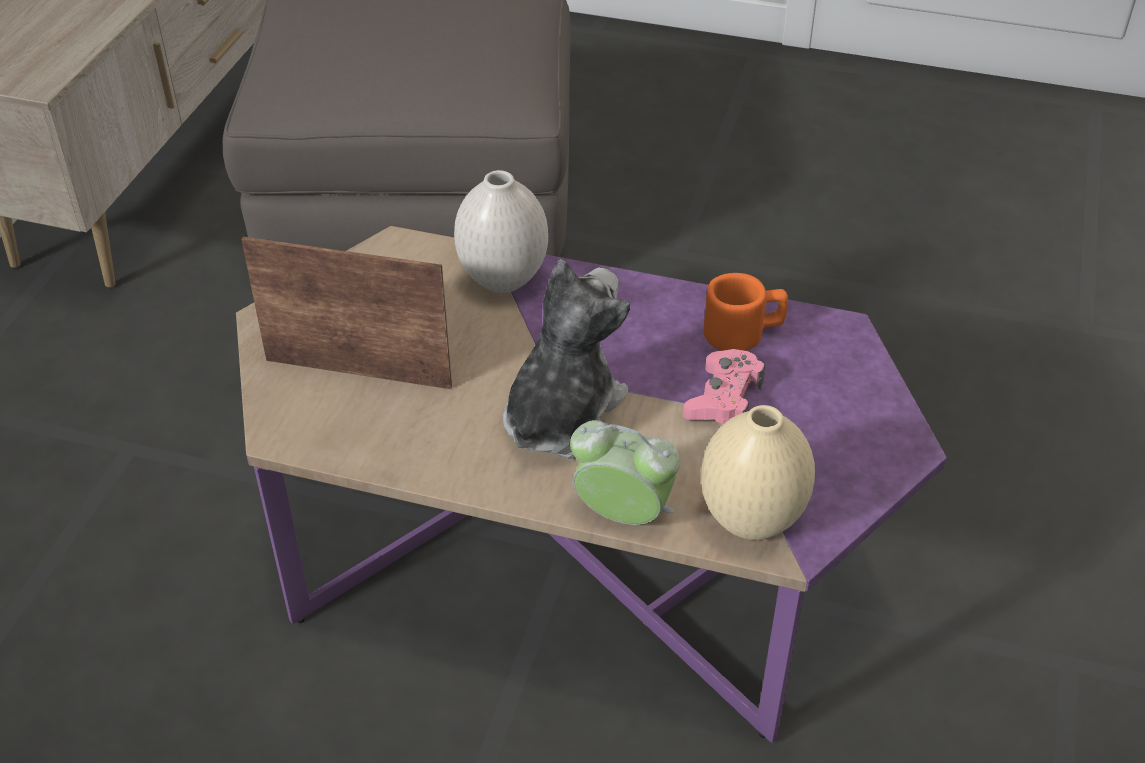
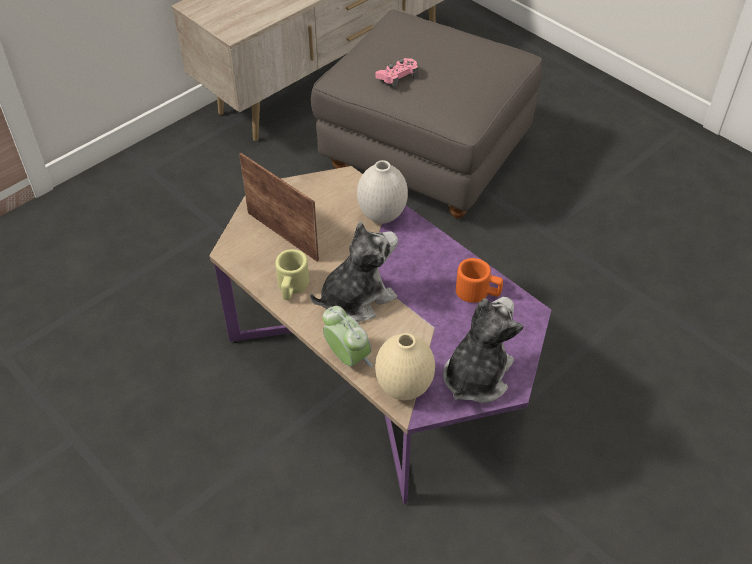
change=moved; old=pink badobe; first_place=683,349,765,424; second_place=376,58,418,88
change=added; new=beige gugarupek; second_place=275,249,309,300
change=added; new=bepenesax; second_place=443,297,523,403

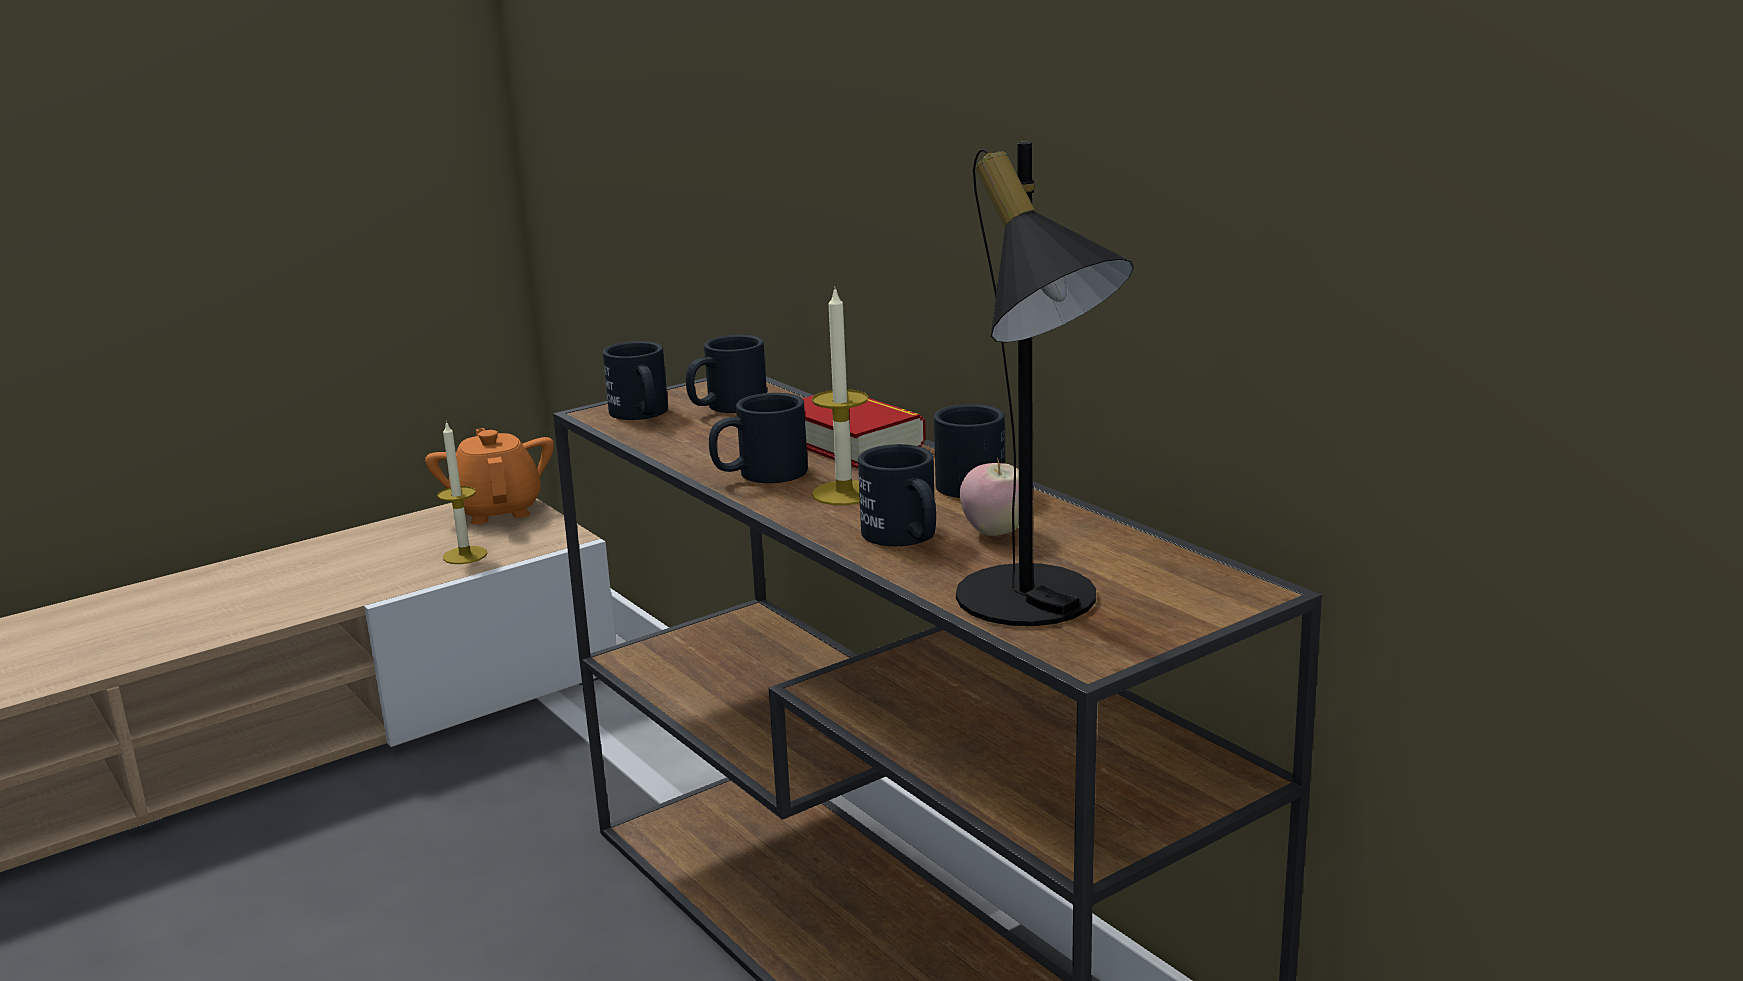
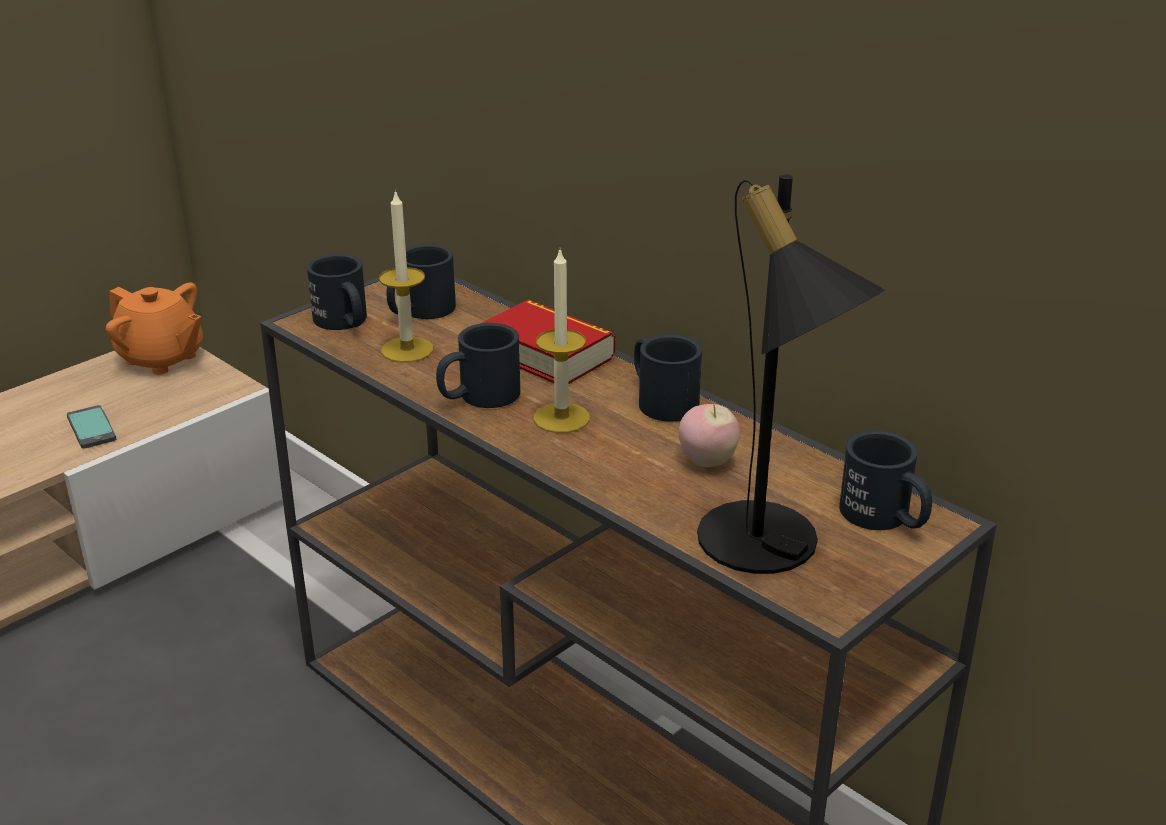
change=moved; old=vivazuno; first_place=437,421,487,564; second_place=379,189,433,363
change=turned; old=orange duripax; first_place=425,428,554,525; second_place=106,282,203,375; degrees=150
change=moved; old=black gugarupek; first_place=858,444,936,546; second_place=839,431,932,530
change=added; new=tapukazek; second_place=67,405,116,449

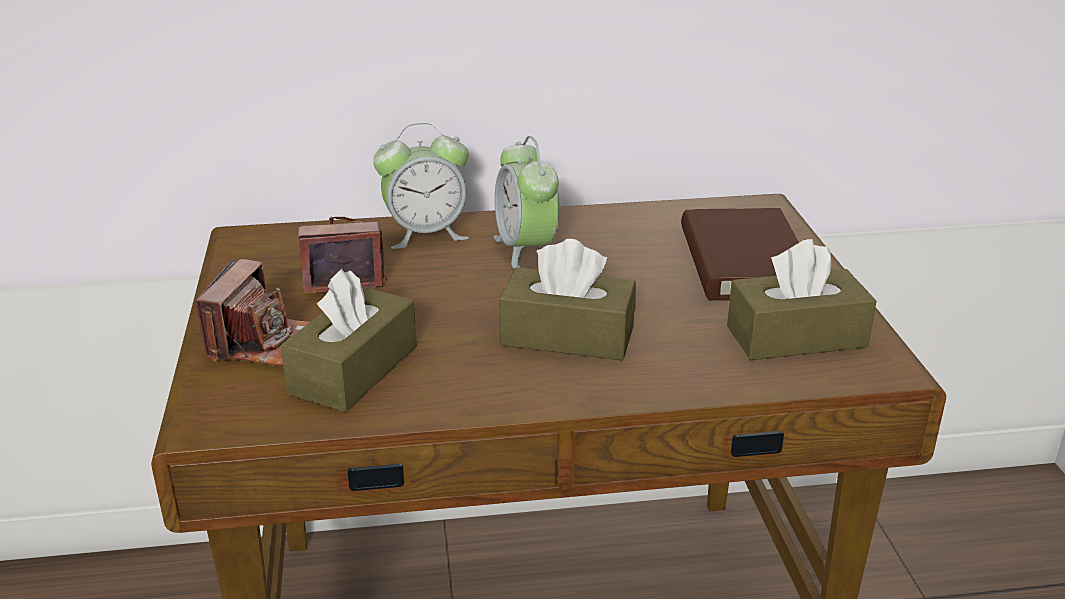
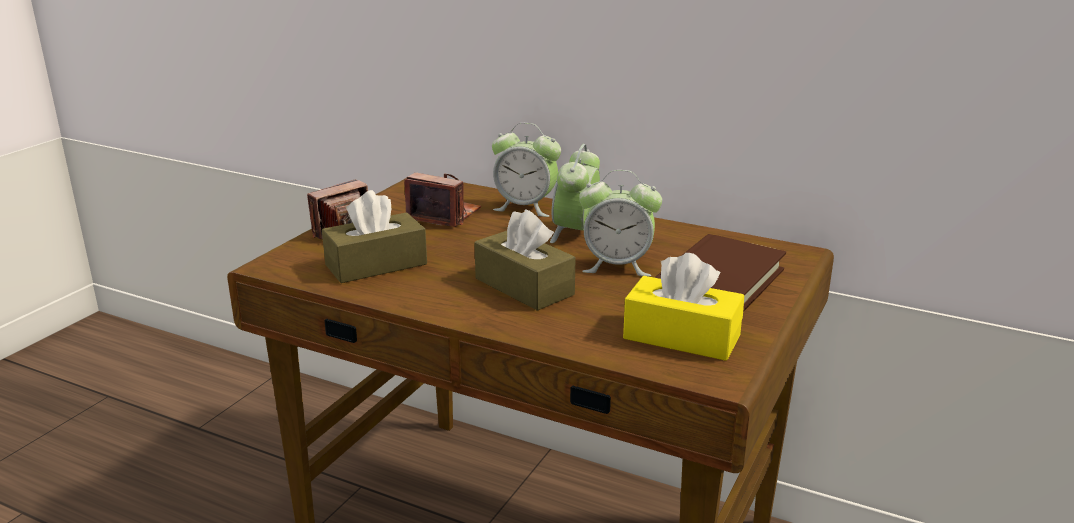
change=recoloured; old=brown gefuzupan; new=yellow gefuzupan; first_place=727,239,876,360; second_place=623,253,744,361
change=added; new=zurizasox; second_place=579,170,662,276

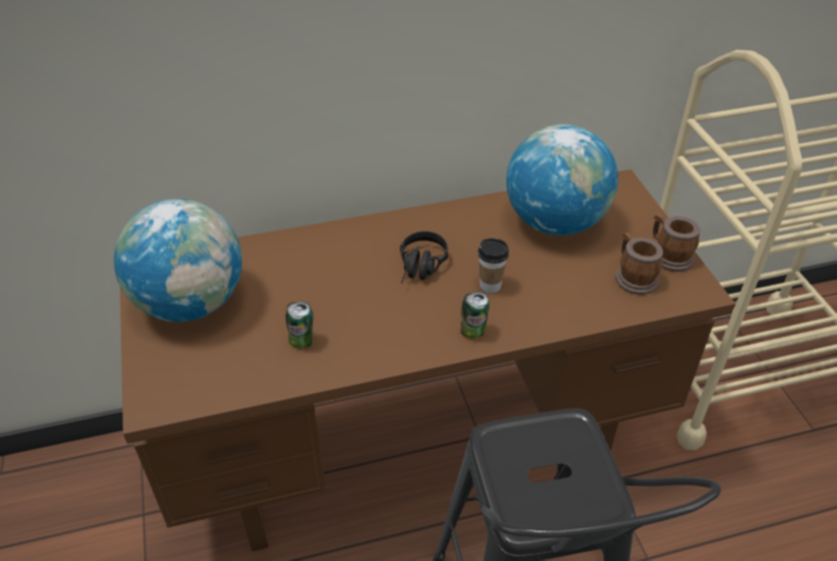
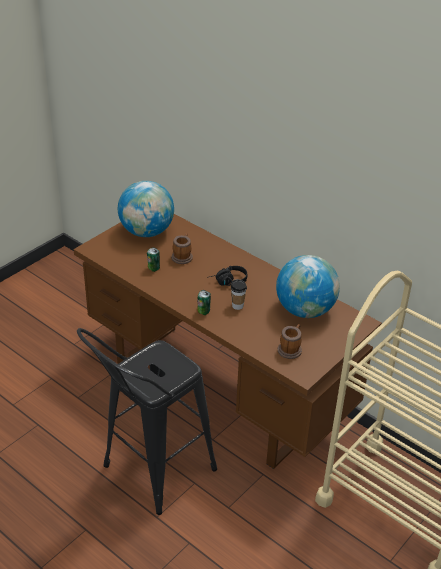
change=moved; old=gugarupek; first_place=653,214,700,272; second_place=171,233,193,264

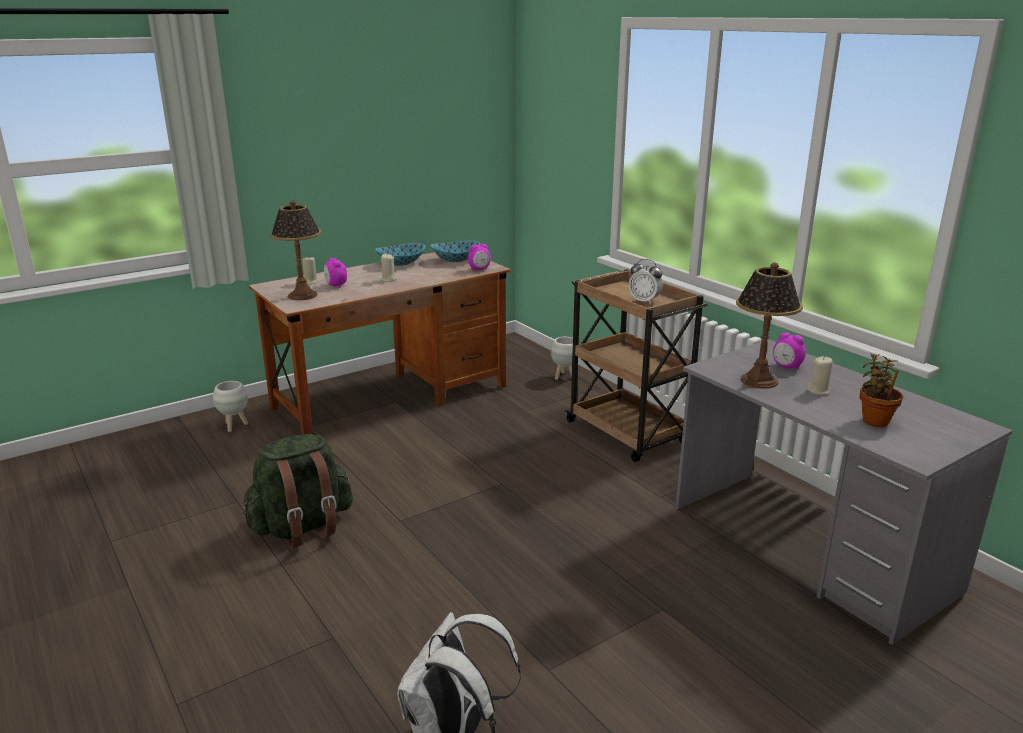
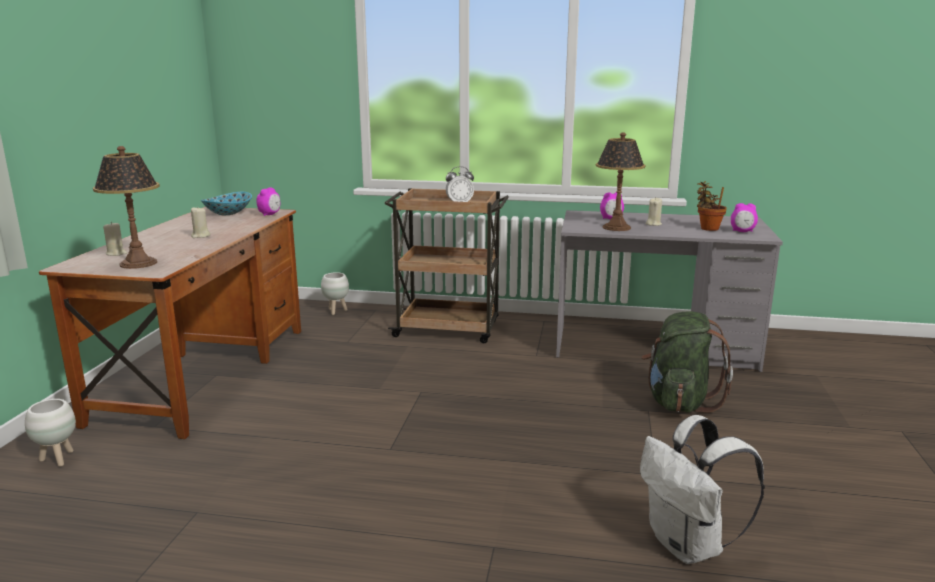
change=removed; old=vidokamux; first_place=375,243,426,266
change=moved; old=zurizasox; first_place=324,258,347,288; second_place=731,203,758,232
change=moved; old=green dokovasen; first_place=241,434,353,549; second_place=641,311,733,413

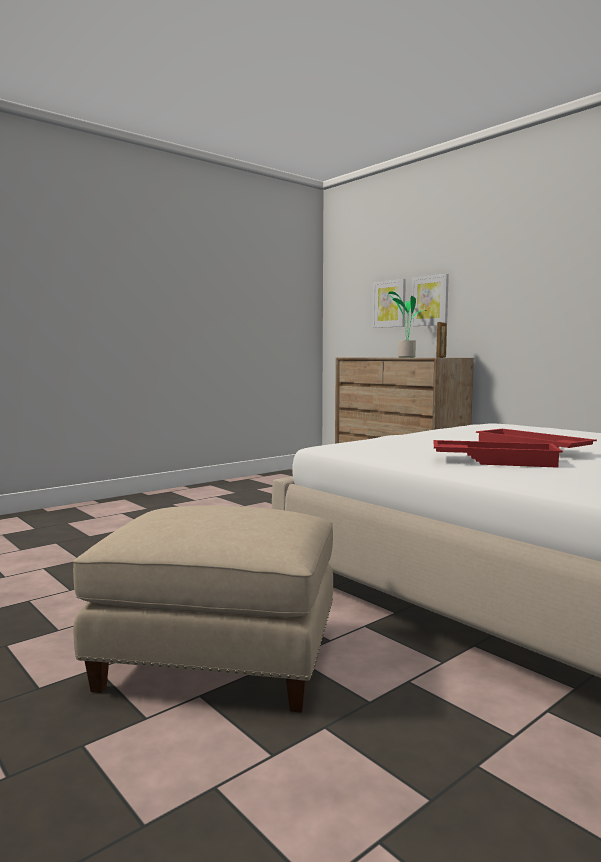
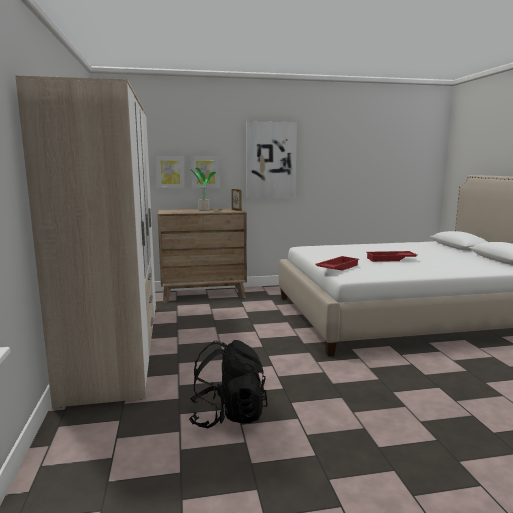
change=moved; old=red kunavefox; first_place=434,440,563,468; second_place=315,256,359,271
change=removed; old=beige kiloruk; first_place=73,505,333,713
change=added; new=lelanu; second_place=15,75,156,408
change=added; new=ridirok; second_place=246,121,297,198
change=added; new=black dokovasen; second_place=189,340,268,428

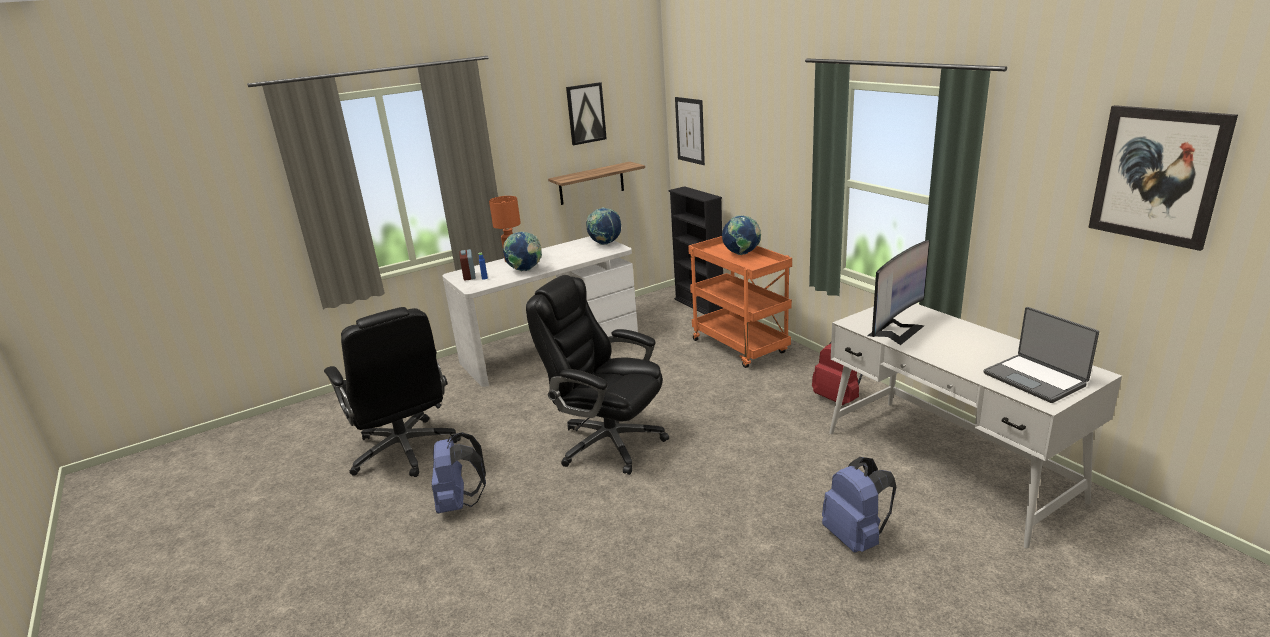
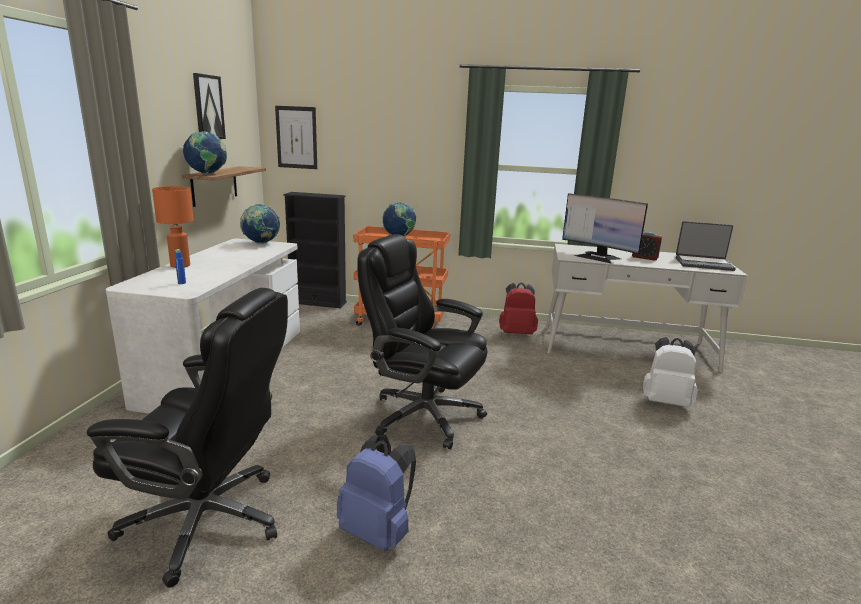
change=removed; old=ridirok; first_place=1088,105,1238,251
change=moved; old=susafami; first_place=503,231,542,271; second_place=183,131,227,174
change=turned; old=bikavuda; first_place=867,240,930,345; second_place=562,193,648,264; degrees=135
change=moved; old=zurizasox; first_place=459,249,476,281; second_place=632,232,662,260
change=turned; old=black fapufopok; first_place=526,275,669,475; second_place=357,234,487,449; degrees=45
change=recoloured; old=blue dokovasen; new=white dokovasen; first_place=822,457,896,553; second_place=643,337,698,407

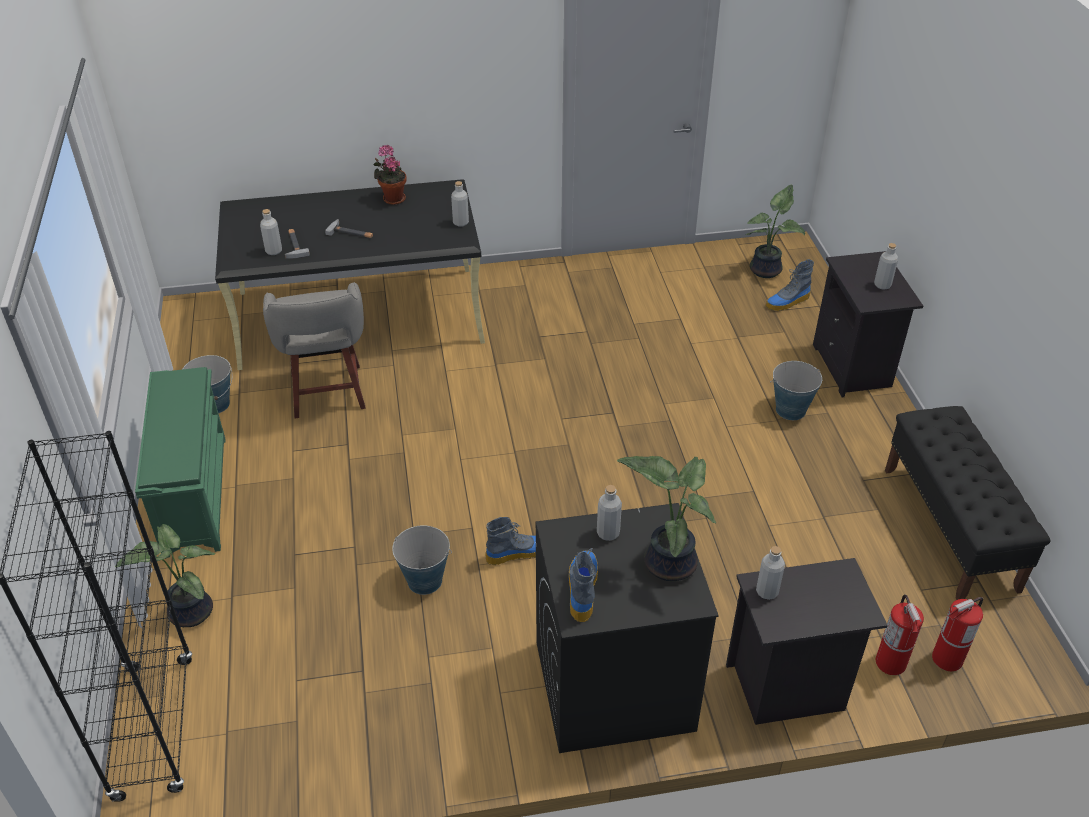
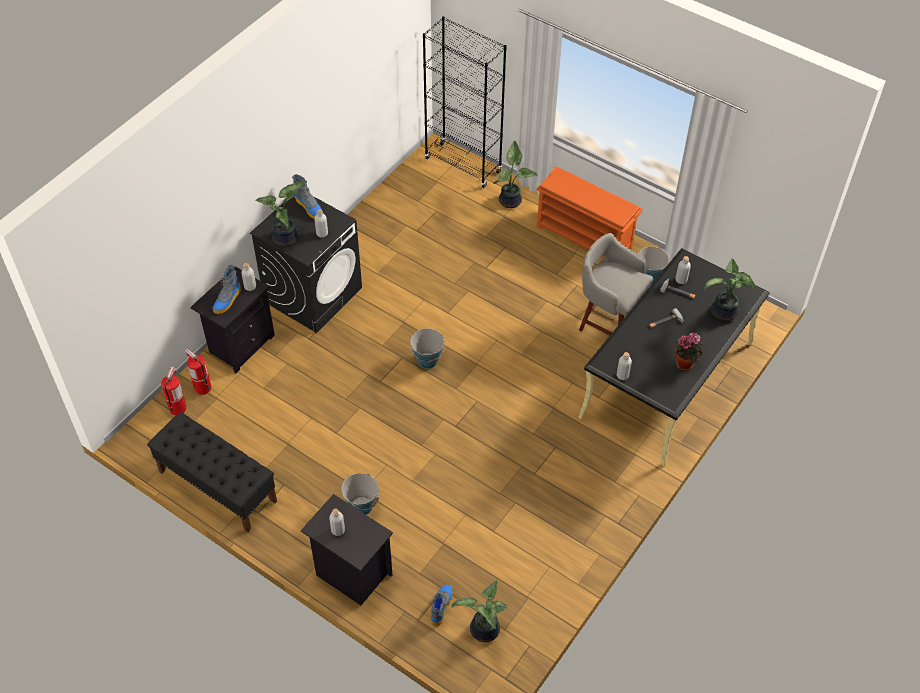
change=recoloured; old=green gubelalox; new=orange gubelalox; first_place=135,367,225,558; second_place=536,166,642,258
change=moved; old=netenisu; first_place=485,517,536,565; second_place=213,265,241,314
change=moved; old=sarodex; first_place=392,525,452,595; second_place=410,328,445,369
change=added; new=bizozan; second_place=704,258,757,321

